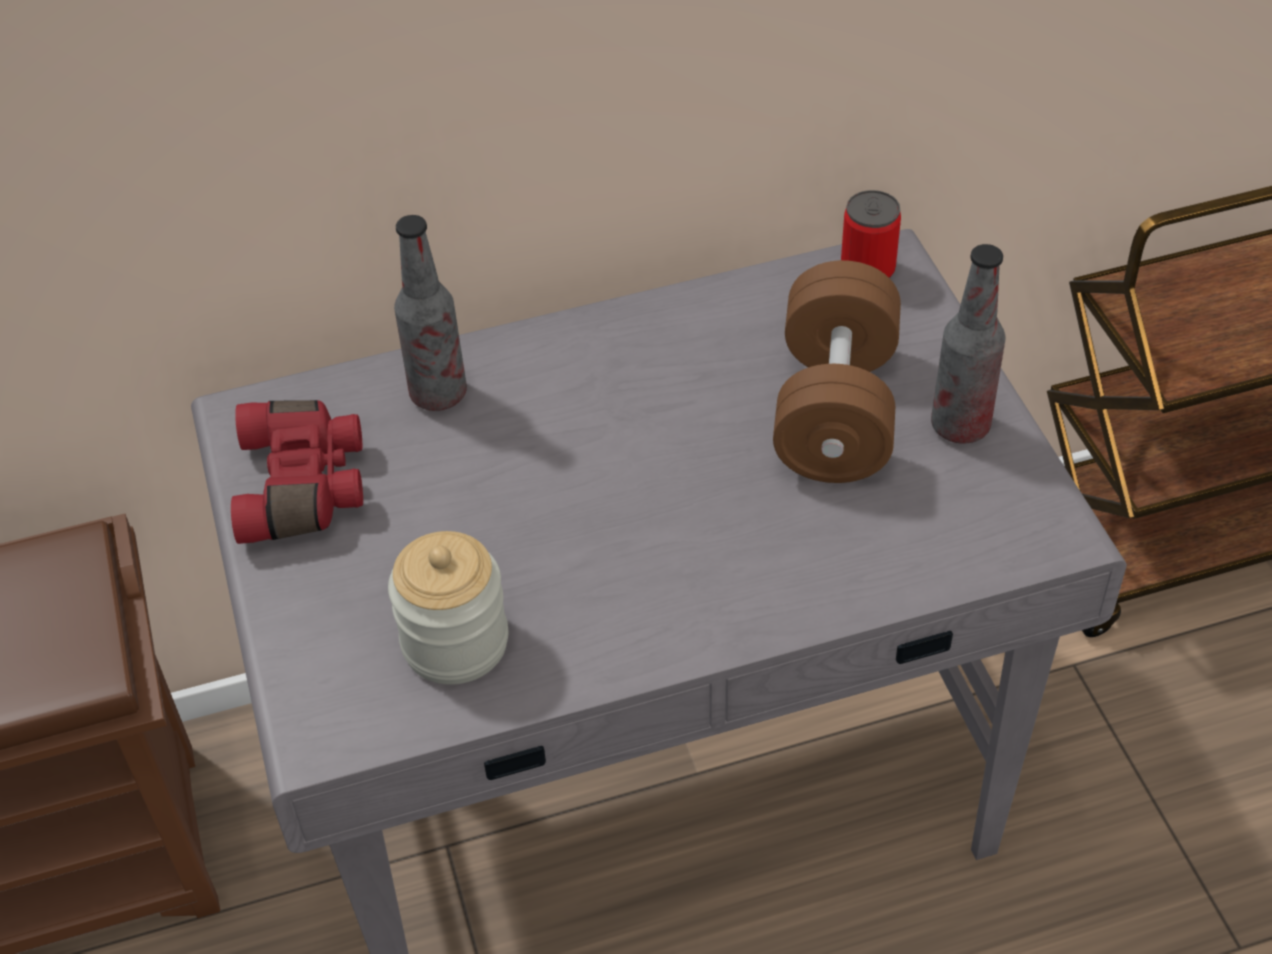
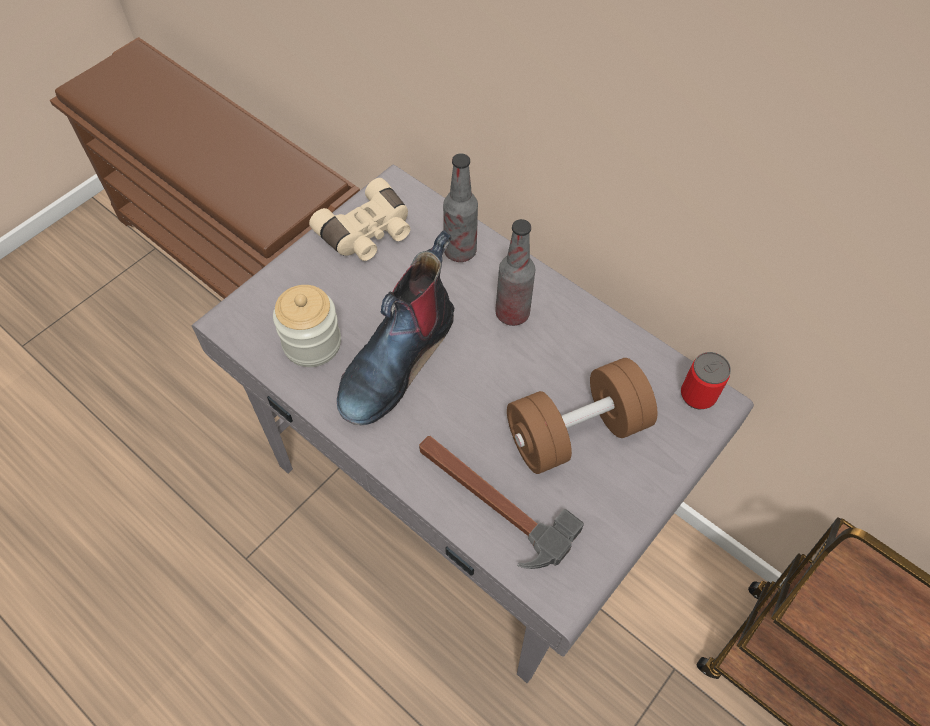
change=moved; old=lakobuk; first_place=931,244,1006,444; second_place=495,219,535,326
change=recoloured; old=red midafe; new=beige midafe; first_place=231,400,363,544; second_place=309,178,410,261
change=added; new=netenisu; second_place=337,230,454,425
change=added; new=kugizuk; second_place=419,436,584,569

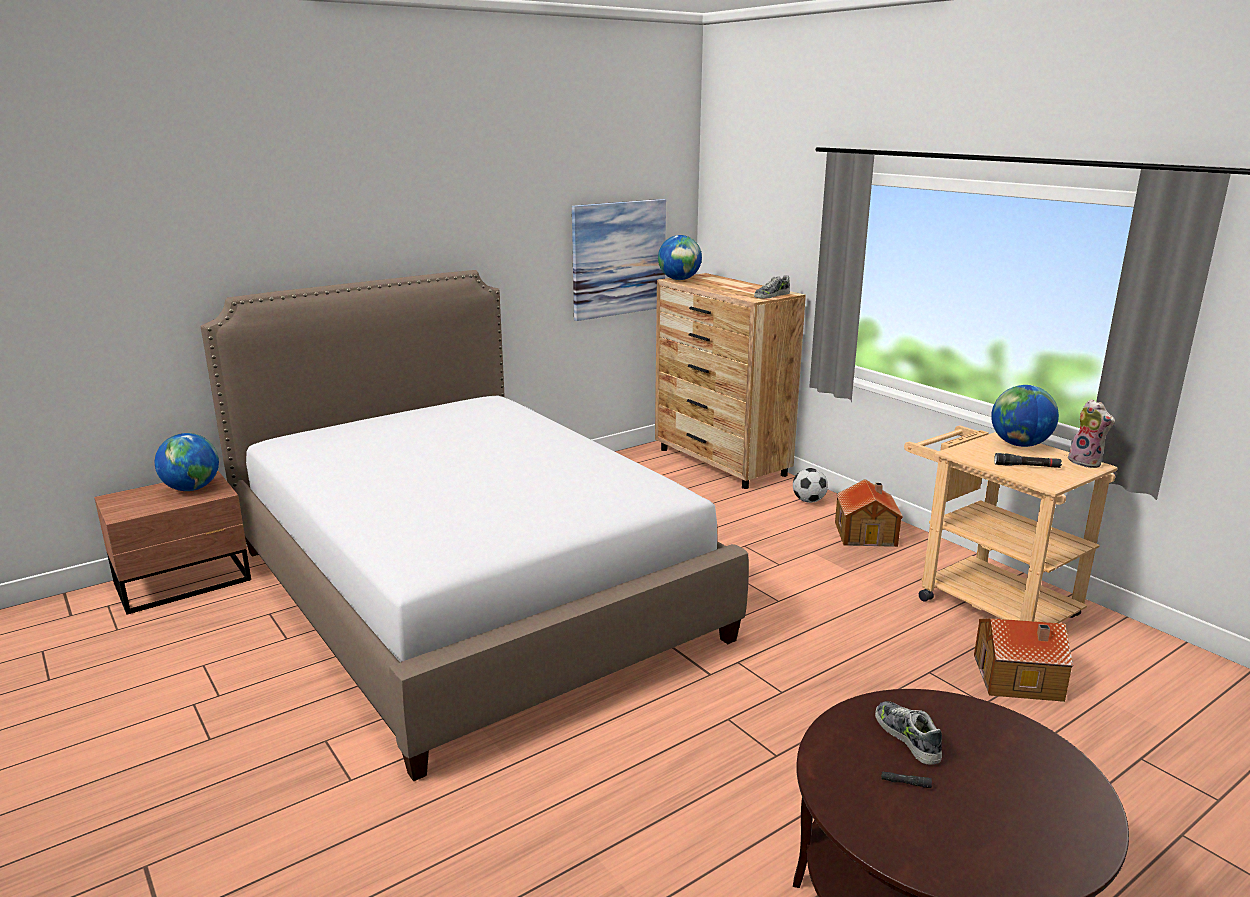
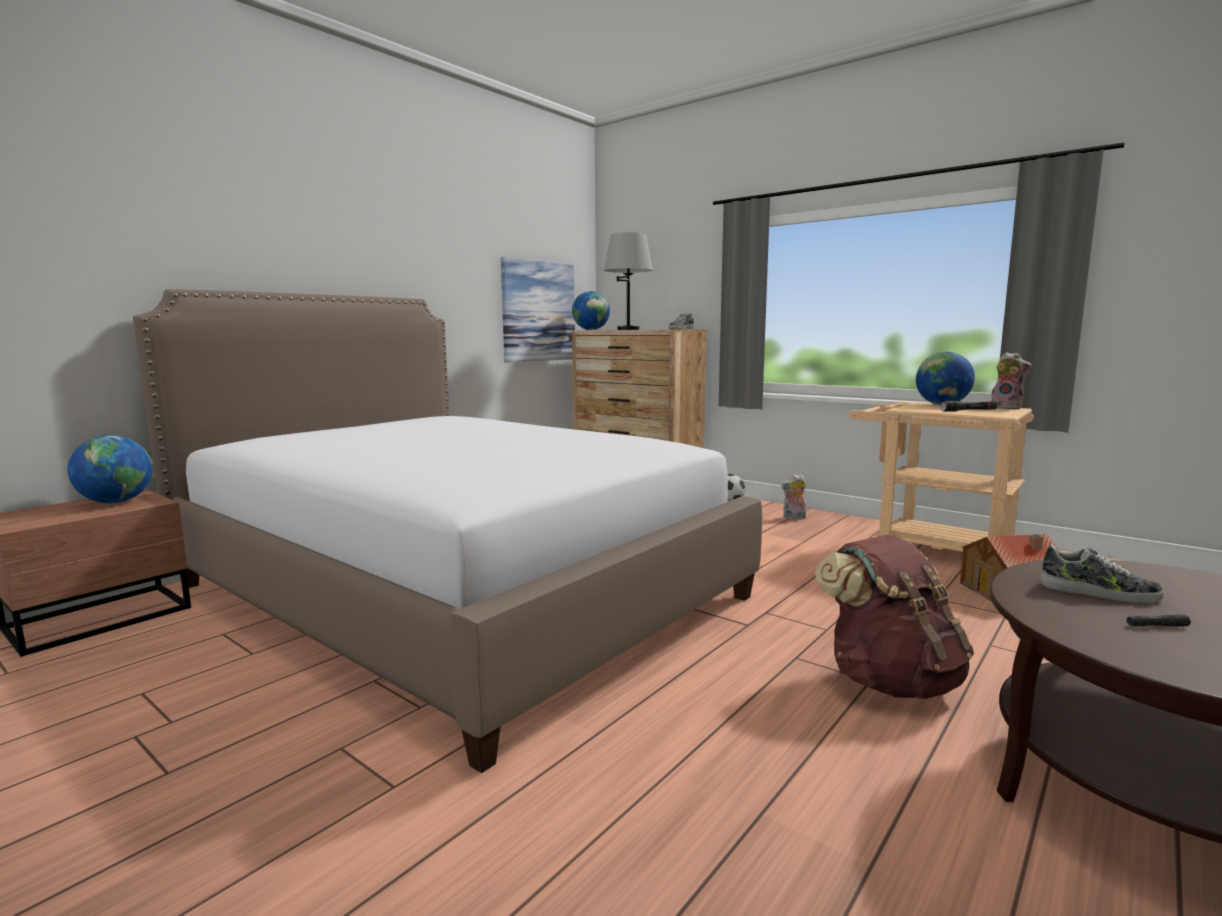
change=replaced; old=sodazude; new=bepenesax; first_place=835,479,903,547; second_place=781,474,806,520
change=turned; old=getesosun; first_place=875,701,942,765; second_place=1039,545,1164,603; degrees=150
change=added; new=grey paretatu; second_place=604,232,653,330
change=added; new=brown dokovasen; second_place=815,535,974,699

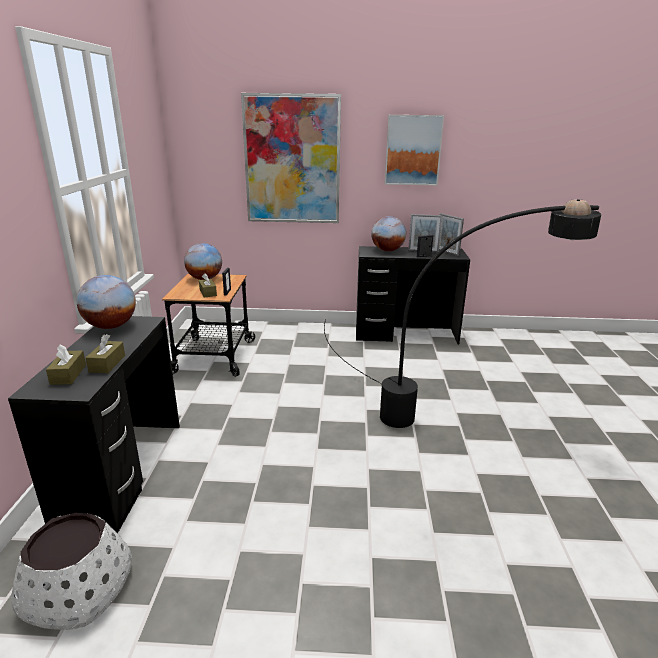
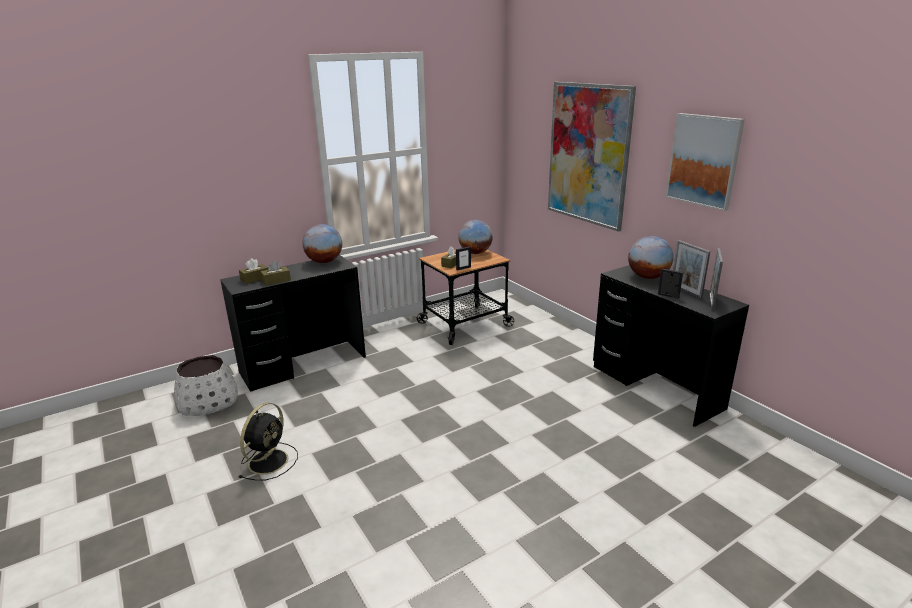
change=removed; old=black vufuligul; first_place=324,199,601,428
change=added; new=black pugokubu; second_place=238,403,298,480

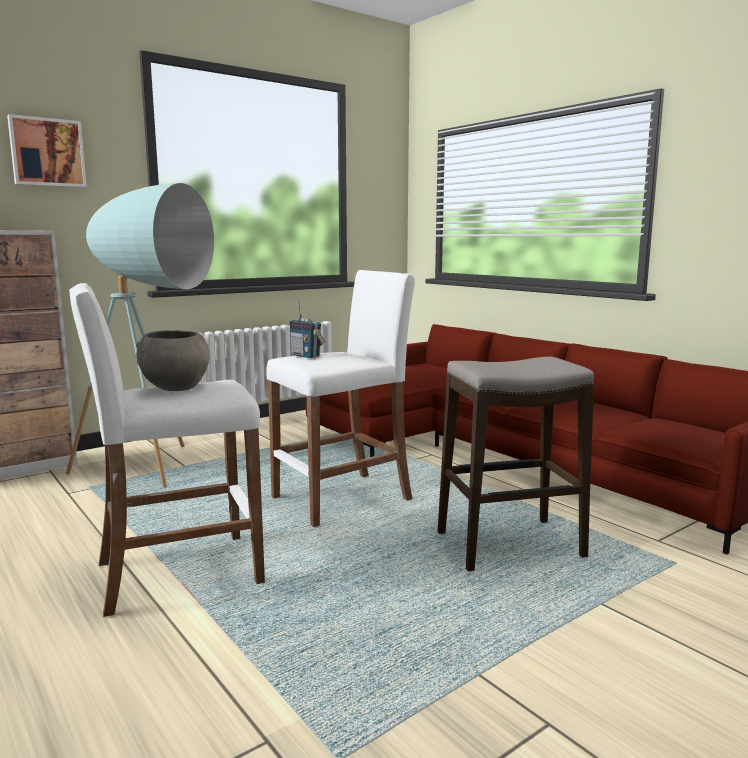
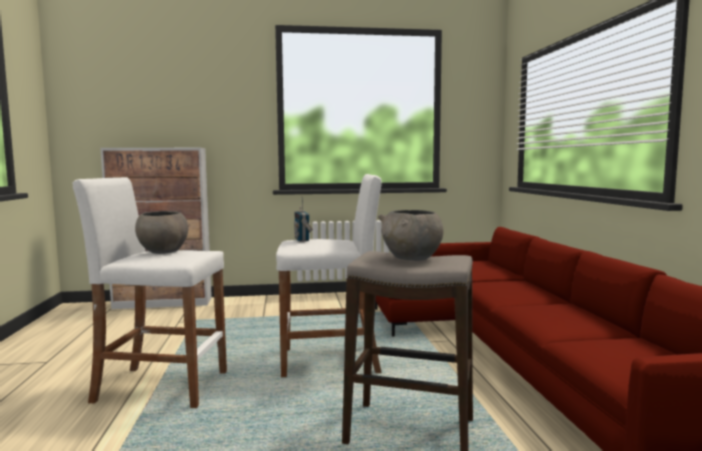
change=removed; old=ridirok; first_place=7,114,87,188
change=removed; old=turquoise vufuligul; first_place=66,183,214,488
change=added; new=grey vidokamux; second_place=378,210,443,261

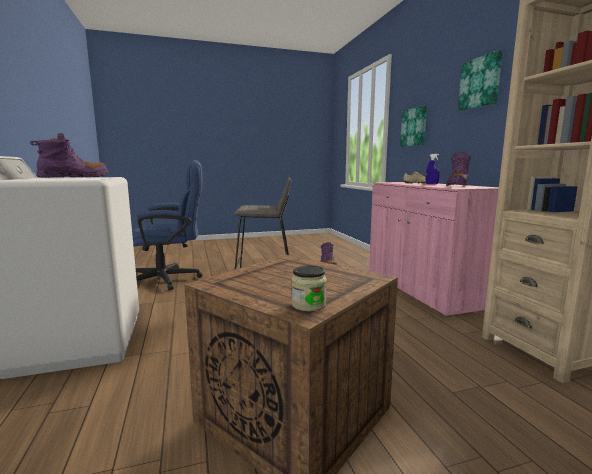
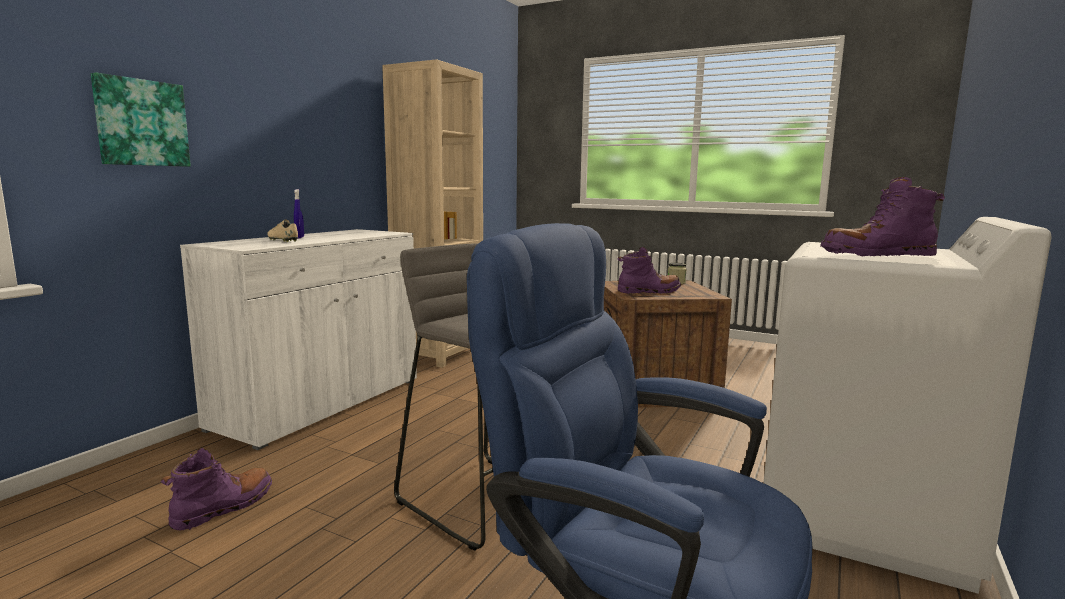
change=removed; old=ridirok; first_place=458,50,503,111
change=moved; old=purple netenisu; first_place=446,152,471,186; second_place=617,247,681,294
change=recoloured; old=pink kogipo; new=white kogipo; first_place=369,182,499,318; second_place=180,229,417,450

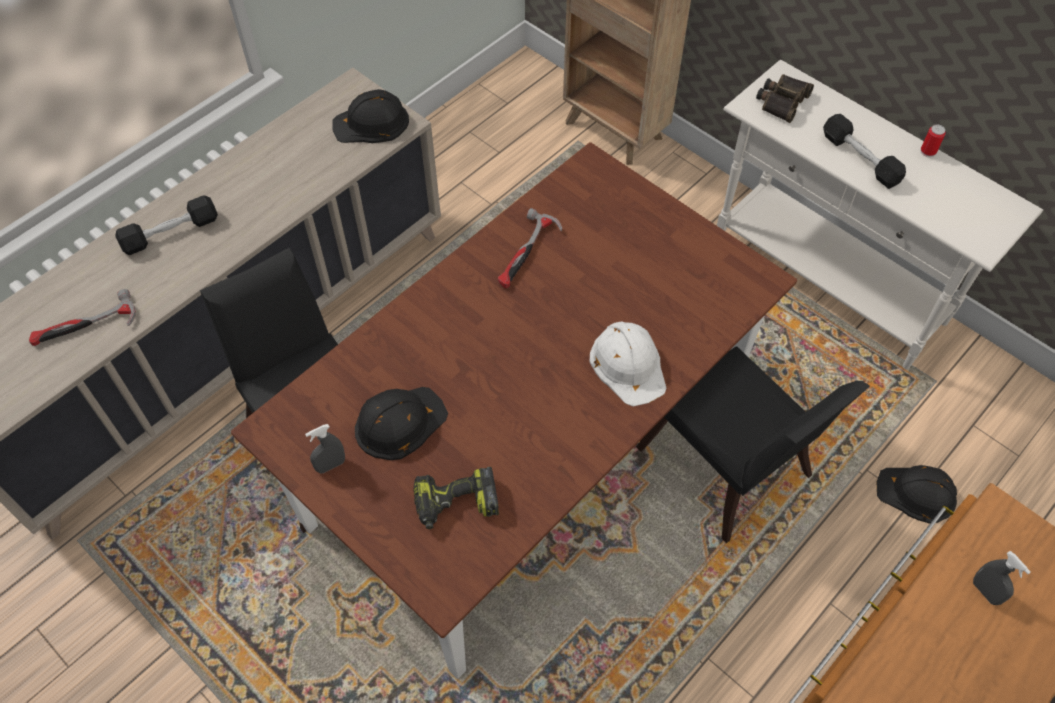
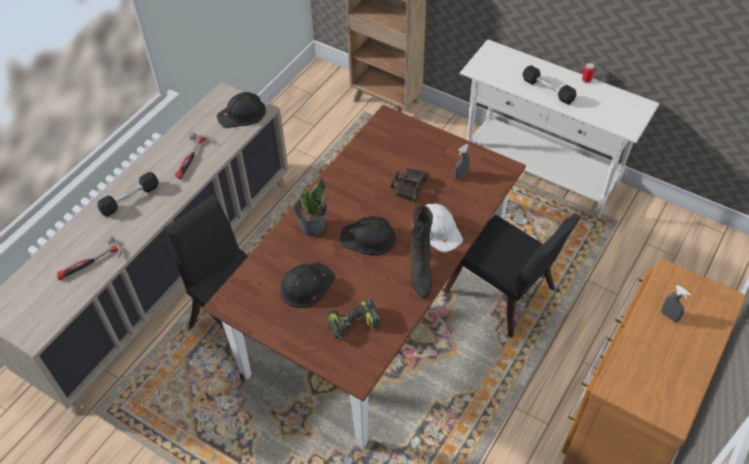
change=moved; old=midafe; first_place=756,74,814,123; second_place=391,168,429,202
change=moved; old=kugizuk; first_place=498,208,563,289; second_place=175,133,212,180
change=moved; old=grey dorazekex; first_place=305,424,345,474; second_place=454,144,470,179
change=moved; old=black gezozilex; first_place=876,465,957,524; second_place=340,216,396,256
change=added; new=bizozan; second_place=294,178,327,236
change=added; new=black netenisu; second_place=411,205,433,299

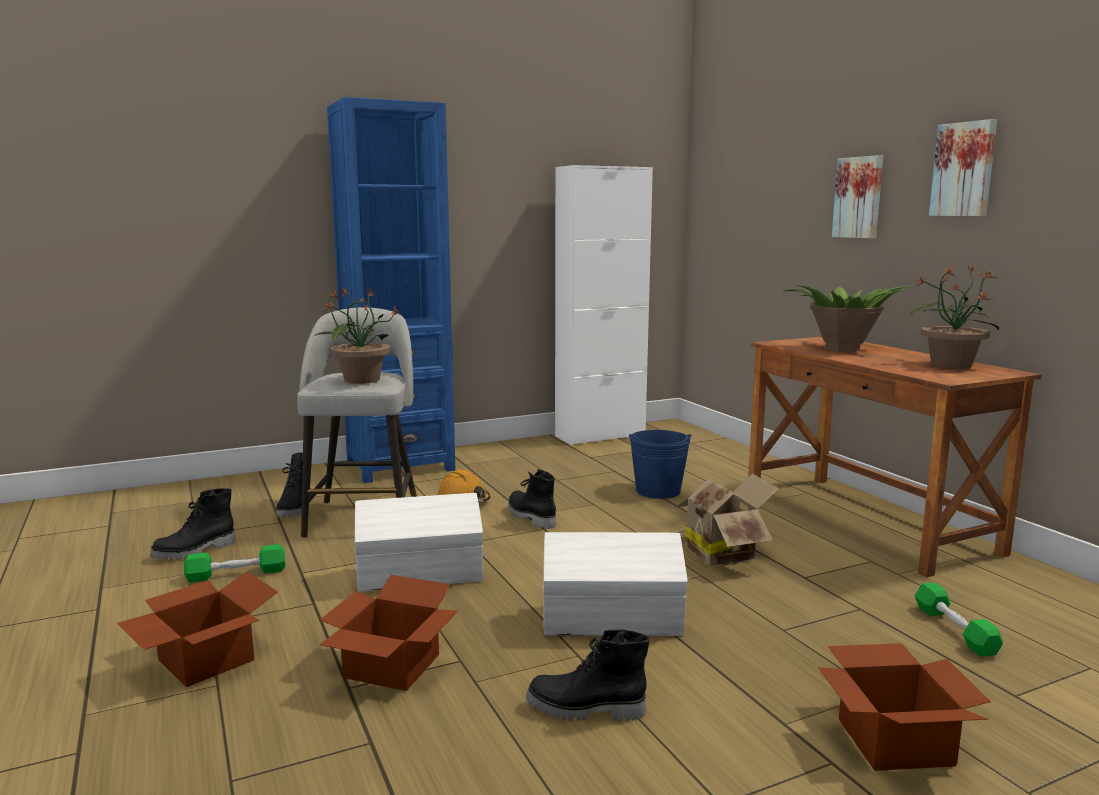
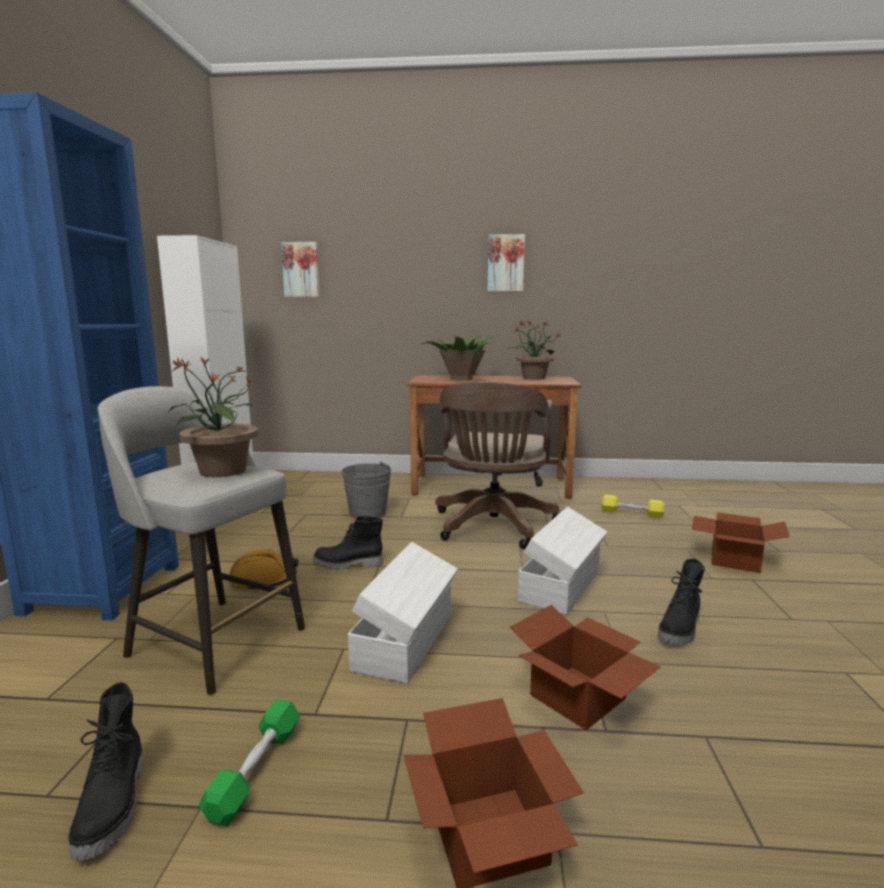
change=moved; old=ridirok; first_place=832,155,883,239; second_place=281,242,319,297
change=recoloured; old=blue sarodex; new=grey sarodex; first_place=629,430,691,499; second_place=341,461,392,519
change=removed; old=black netenisu; first_place=276,452,303,517
change=replaced; old=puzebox; new=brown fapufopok; first_place=674,474,780,565; second_place=436,382,560,549
change=recoloured; old=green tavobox; new=yellow tavobox; first_place=914,583,1003,657; second_place=601,495,664,518

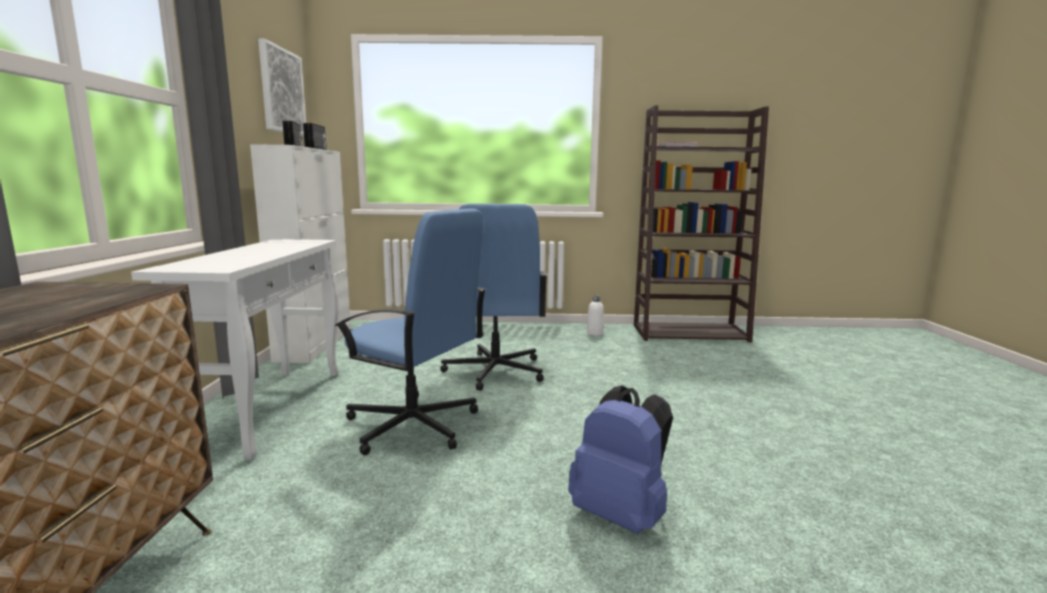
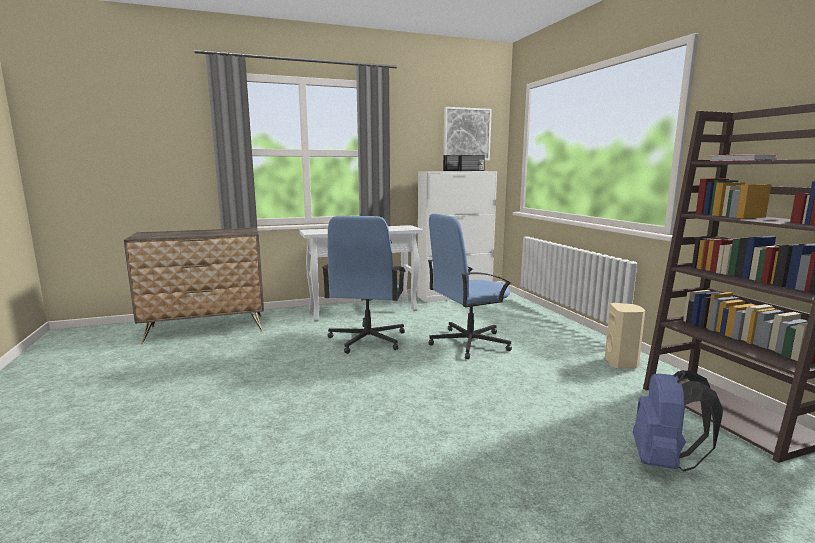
change=replaced; old=white lakobuk; new=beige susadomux; first_place=587,296,604,336; second_place=605,303,645,369
change=moved; old=blue dokovasen; first_place=568,385,673,534; second_place=633,370,723,471

